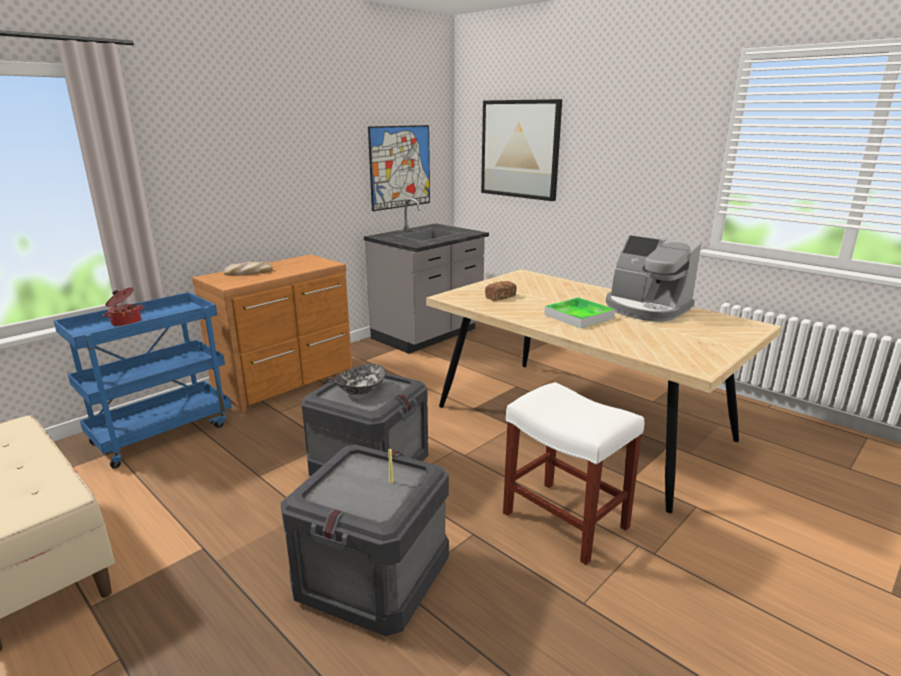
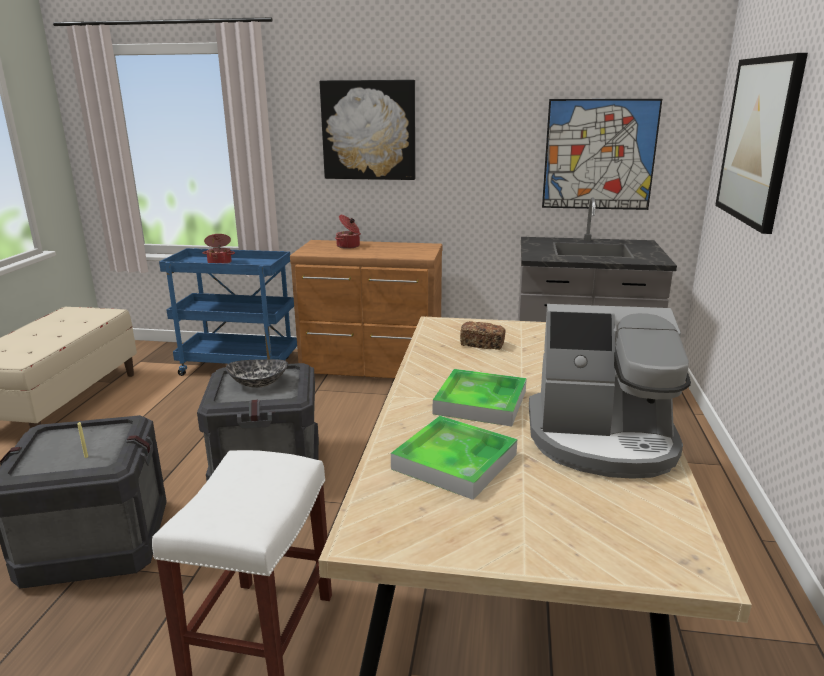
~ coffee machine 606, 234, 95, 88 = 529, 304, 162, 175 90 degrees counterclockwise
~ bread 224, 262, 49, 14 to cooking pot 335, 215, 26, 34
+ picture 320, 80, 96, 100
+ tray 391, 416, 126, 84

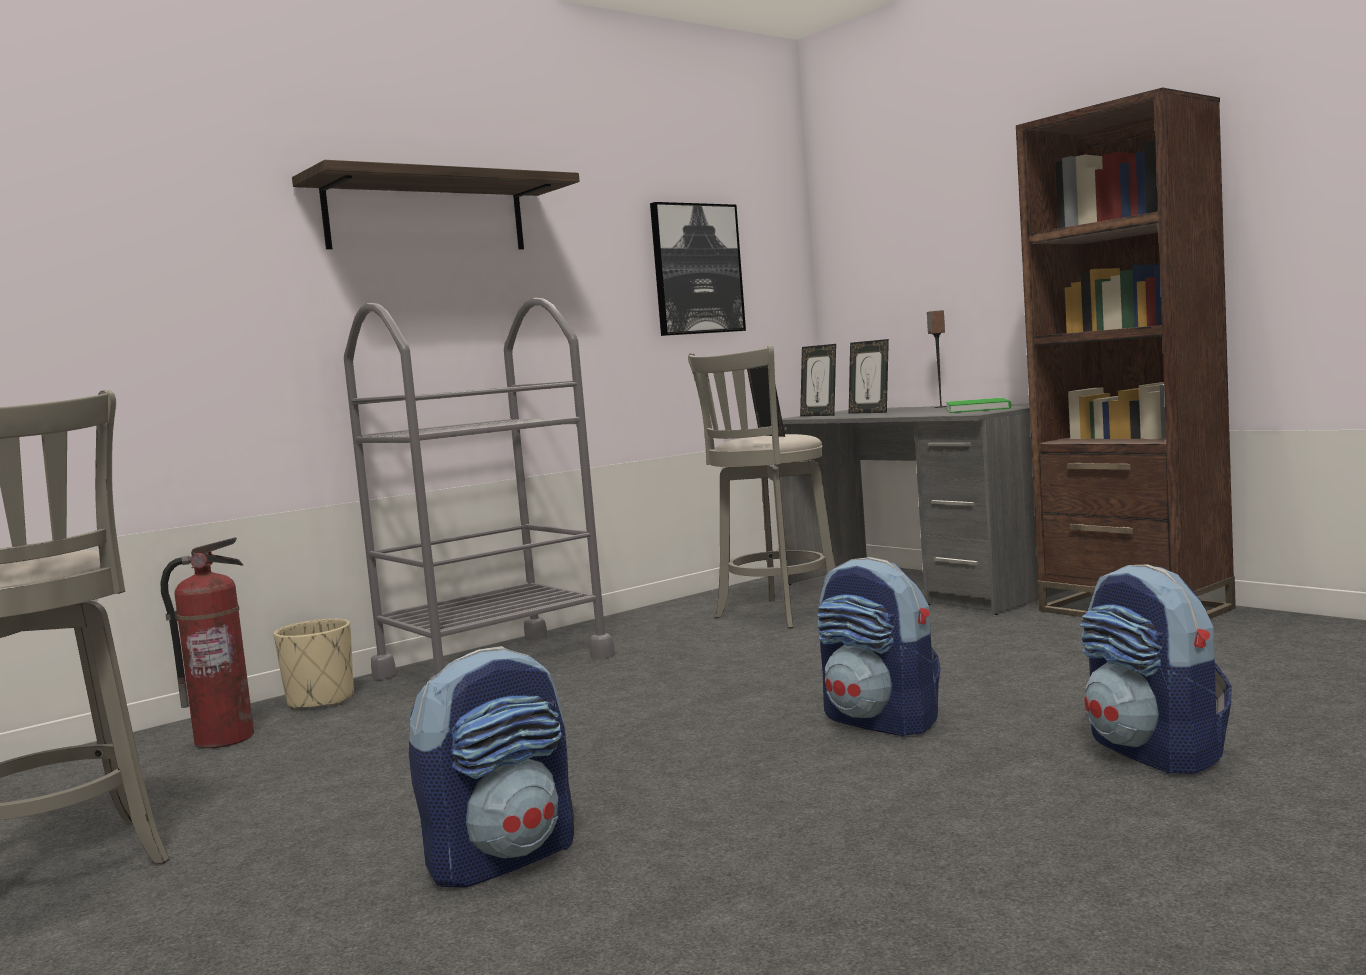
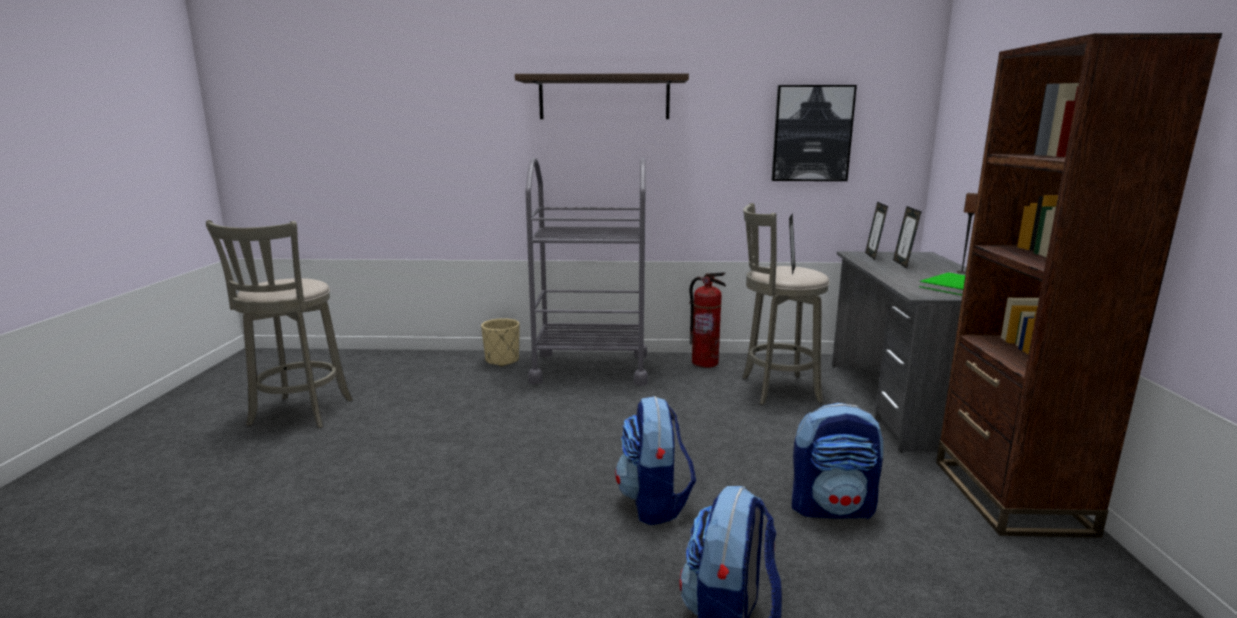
~ fire extinguisher 160, 537, 94, 211 to 689, 272, 37, 96
~ backpack 409, 646, 165, 242 to 792, 403, 91, 116

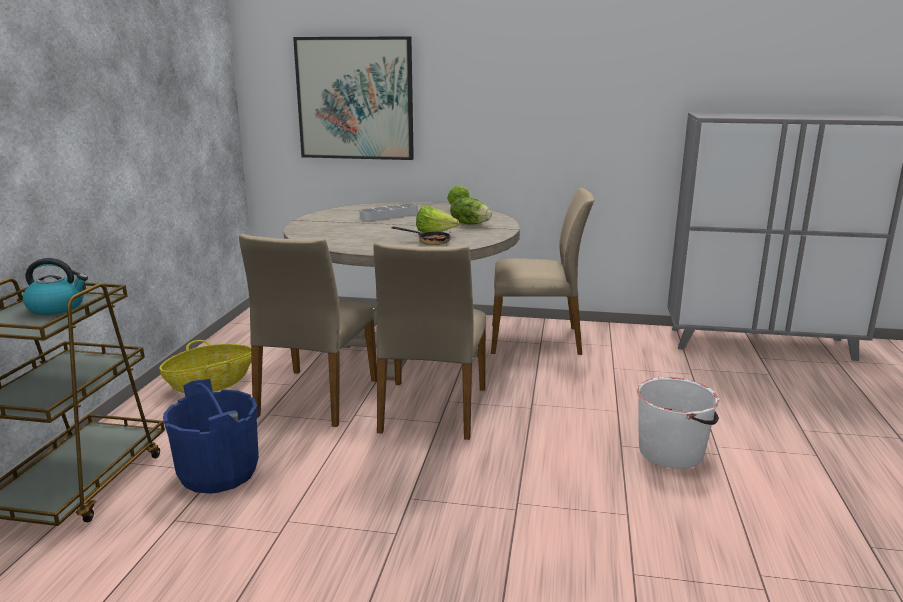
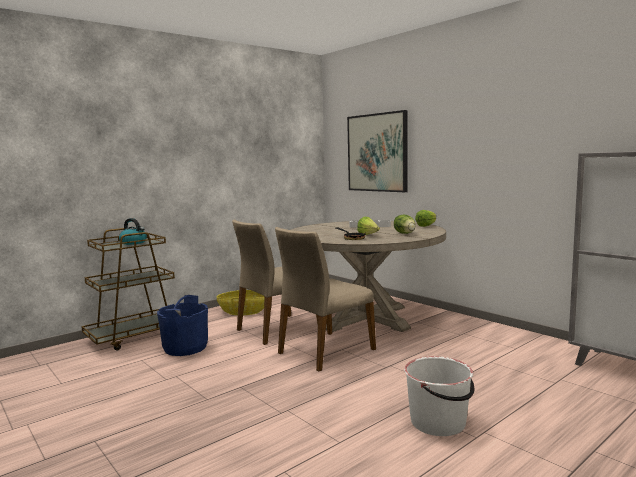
- beige chair 491, 188, 103, 167

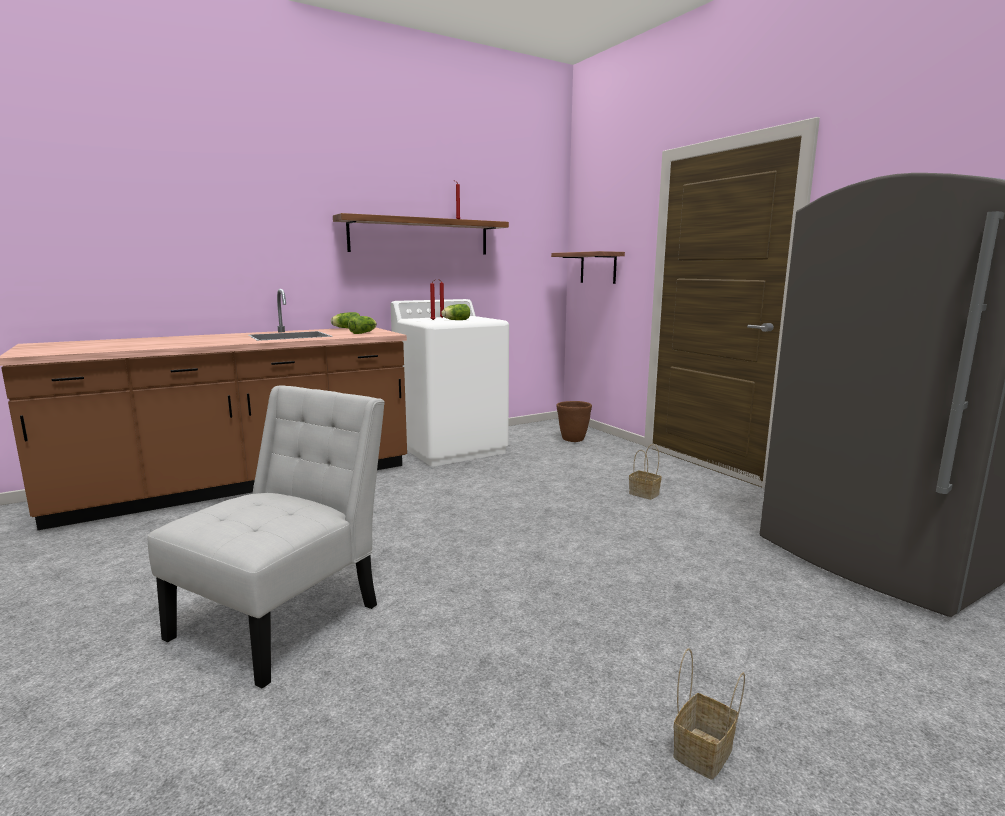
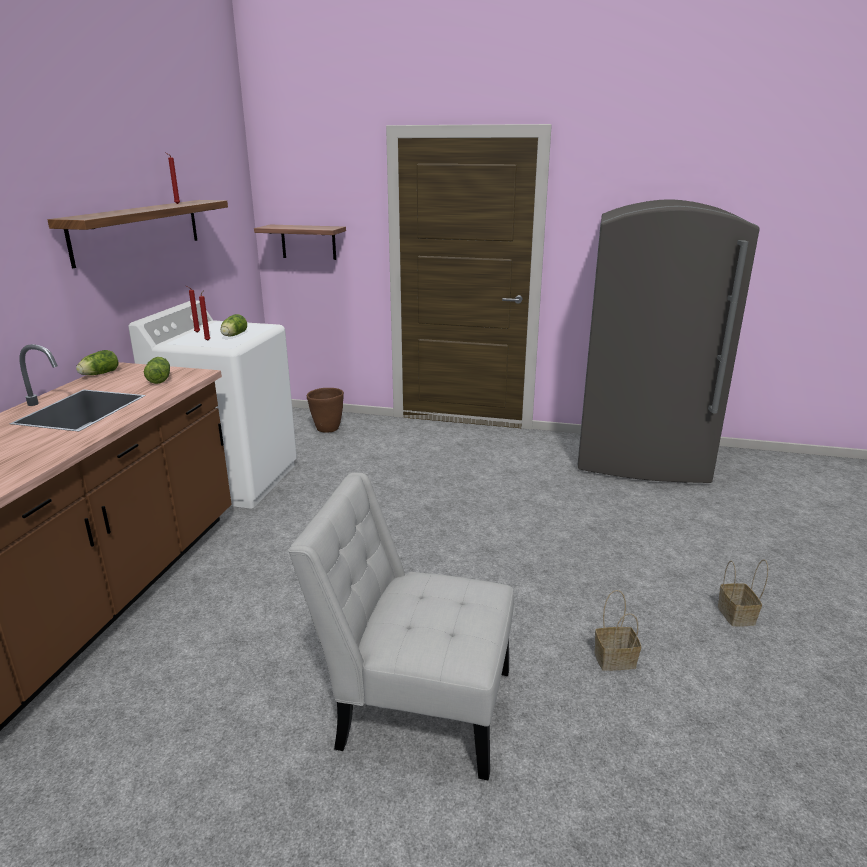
~ white chair 148, 385, 237, 304 = 288, 473, 226, 307 60 degrees counterclockwise
~ basket 629, 444, 33, 56 to 594, 590, 47, 81

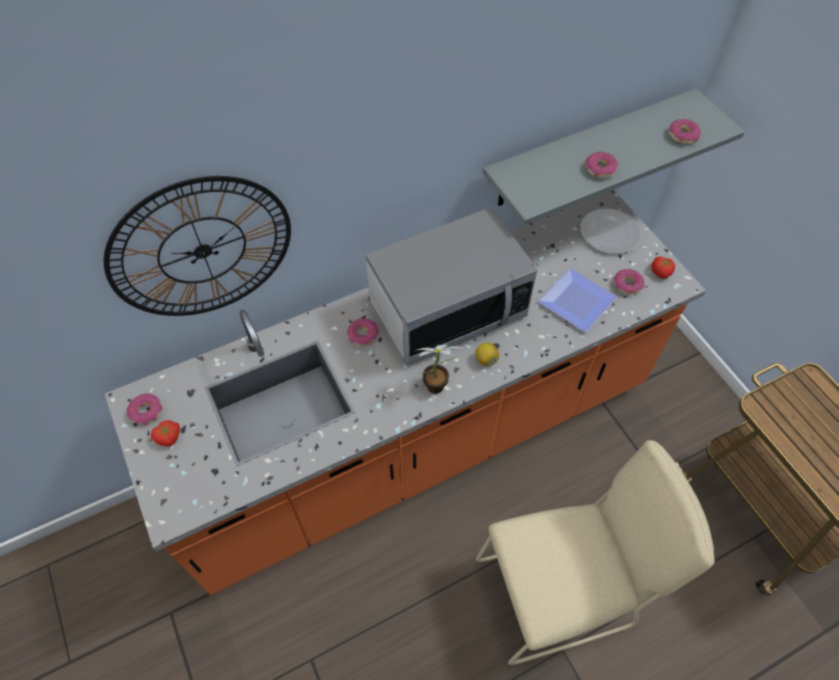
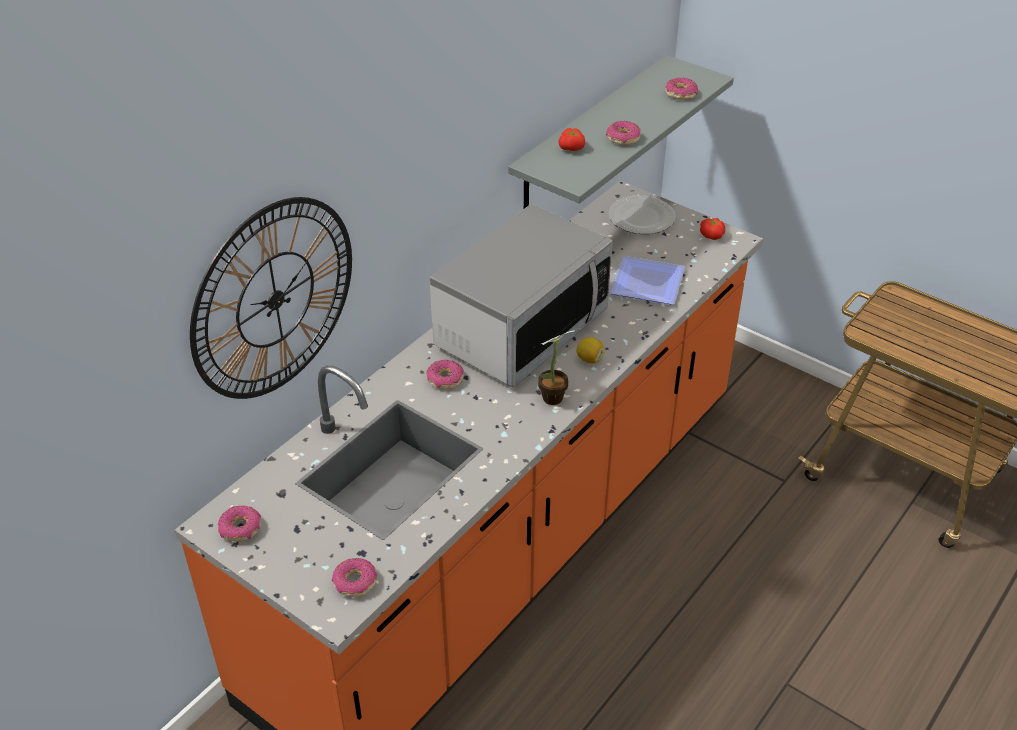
~ donut 614, 269, 30, 26 to 332, 558, 45, 39
~ tomato 151, 420, 29, 26 to 558, 128, 27, 23
- beige chair 476, 440, 238, 225

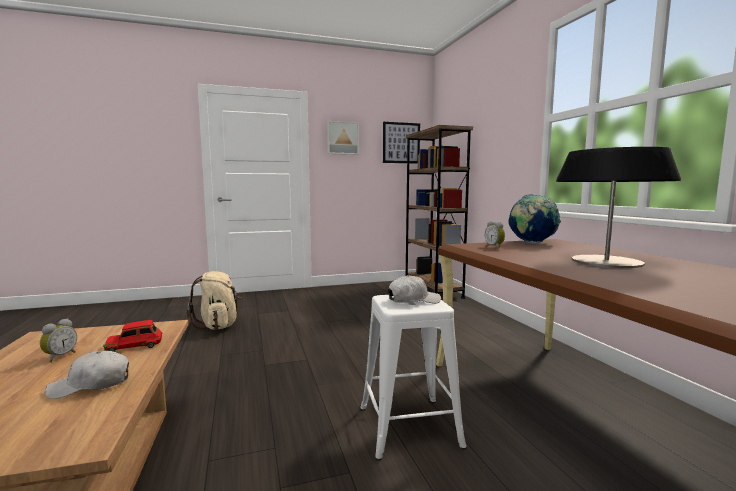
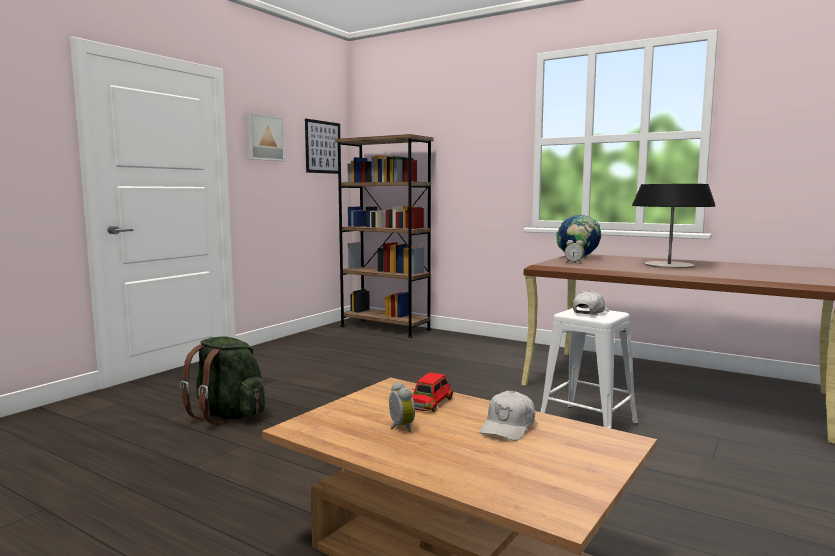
~ beige backpack 187, 271, 55, 59 to green backpack 180, 337, 85, 88

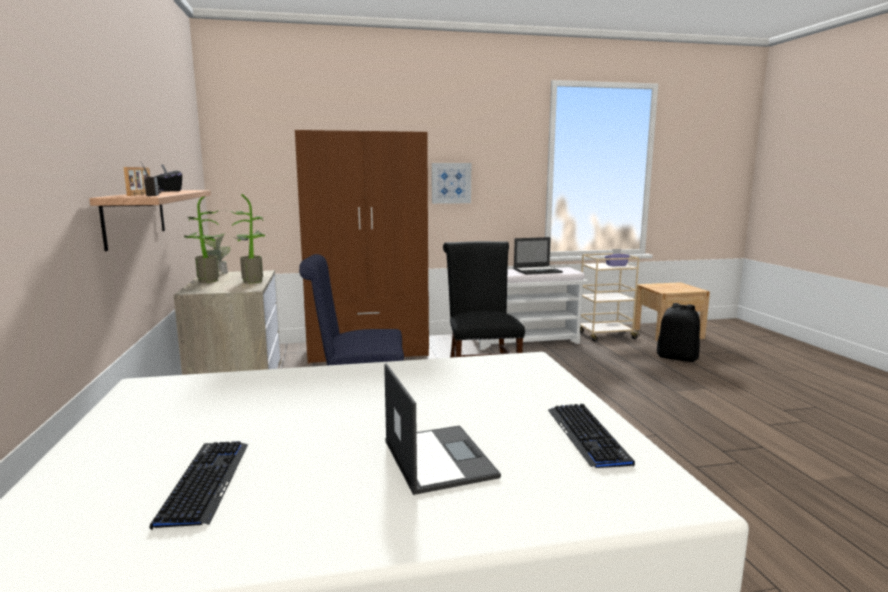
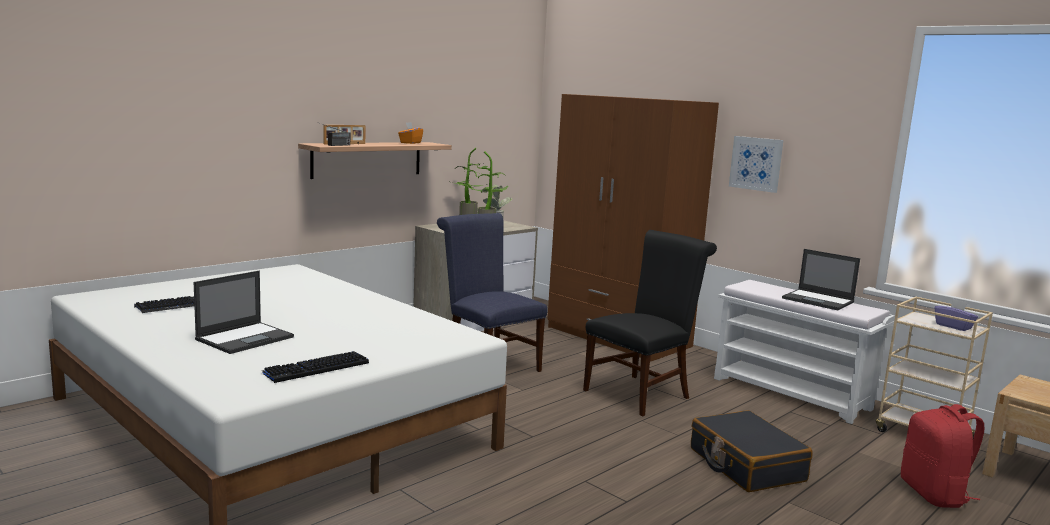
~ black tissue box 154, 165, 28, 27 to orange tissue box 398, 122, 25, 22
~ black backpack 657, 303, 43, 59 to red backpack 901, 404, 84, 104
+ black suitcase 691, 410, 122, 82

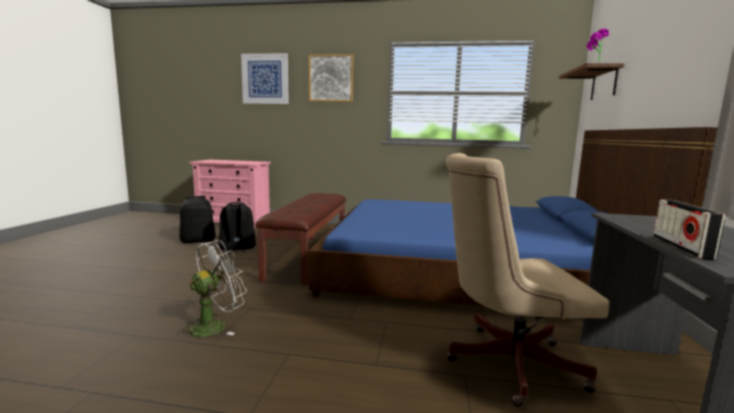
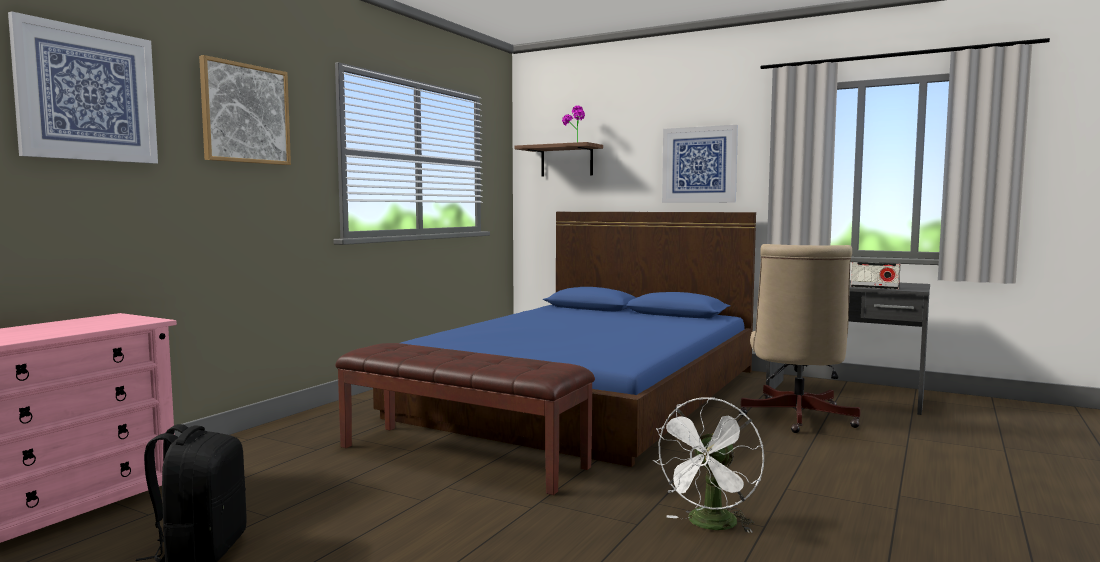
- black backpack 219, 202, 37, 52
~ white fan 176, 240, 71, 97 = 653, 397, 111, 136 120 degrees counterclockwise
+ picture 662, 125, 76, 78

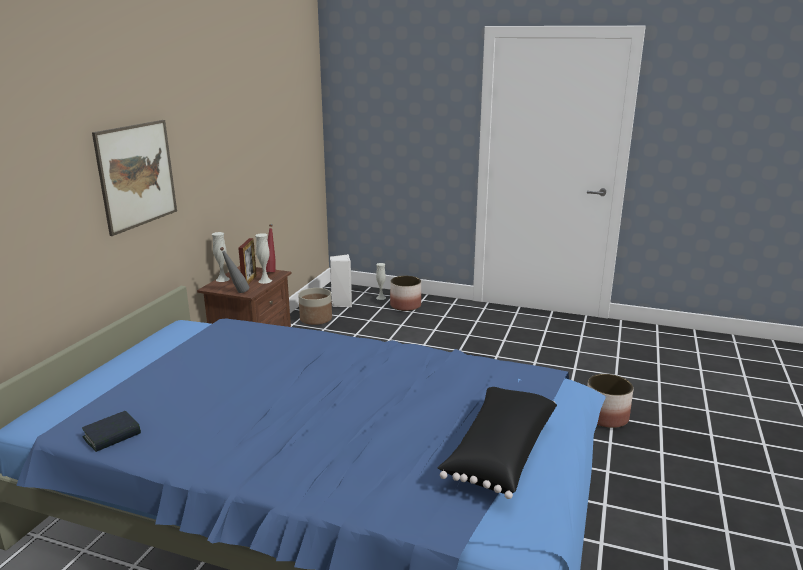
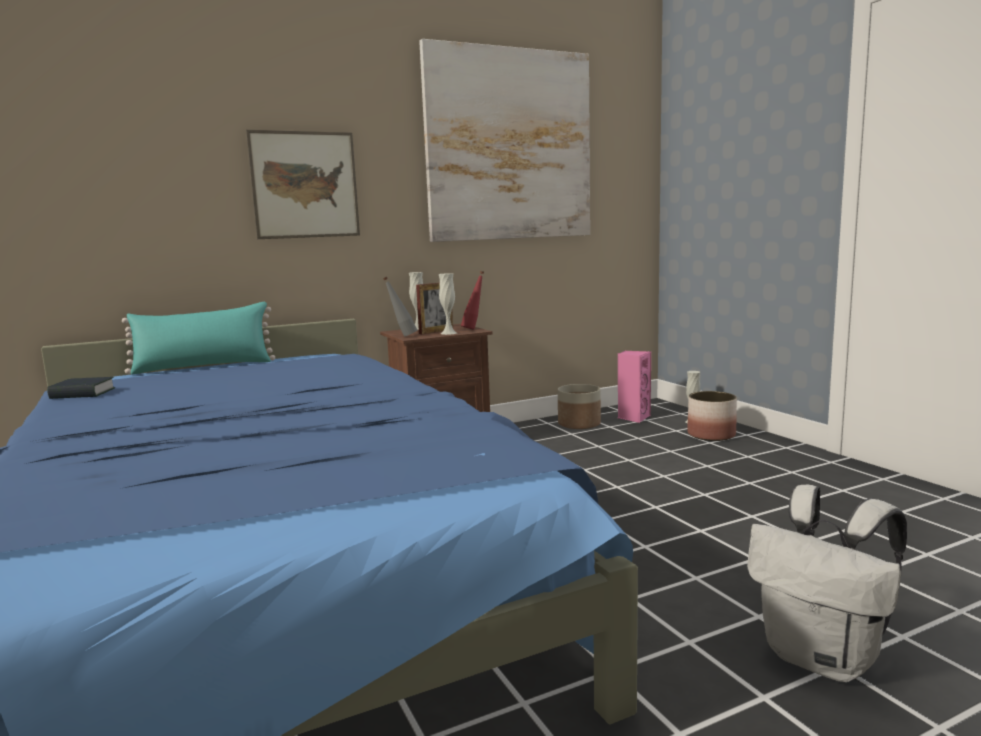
~ white speaker 330, 254, 22, 53 to pink speaker 617, 351, 34, 72
~ planter 587, 374, 47, 54 to white backpack 747, 484, 160, 198
- black pillow 438, 387, 119, 112
+ picture 419, 39, 171, 203
+ turquoise pillow 122, 302, 153, 72

